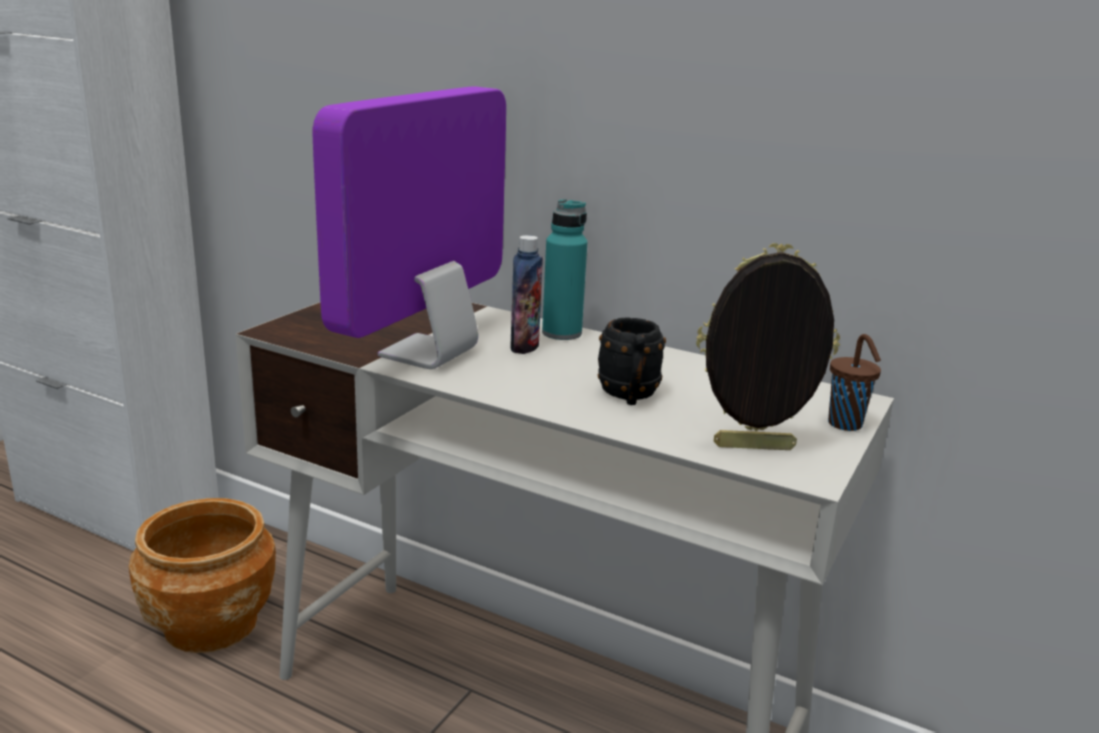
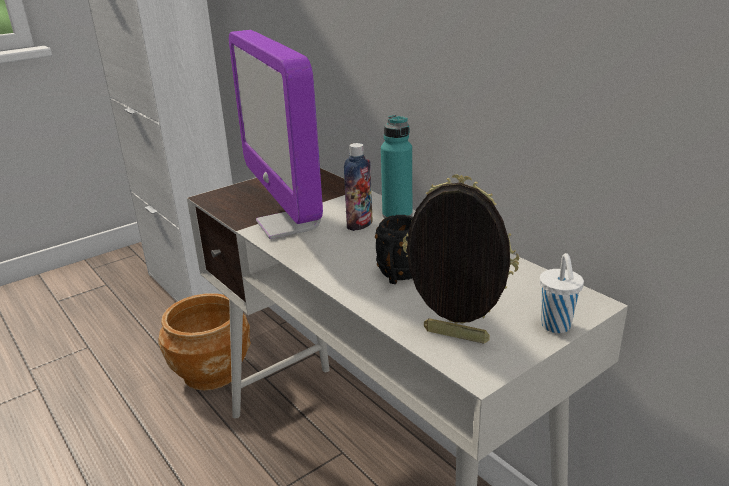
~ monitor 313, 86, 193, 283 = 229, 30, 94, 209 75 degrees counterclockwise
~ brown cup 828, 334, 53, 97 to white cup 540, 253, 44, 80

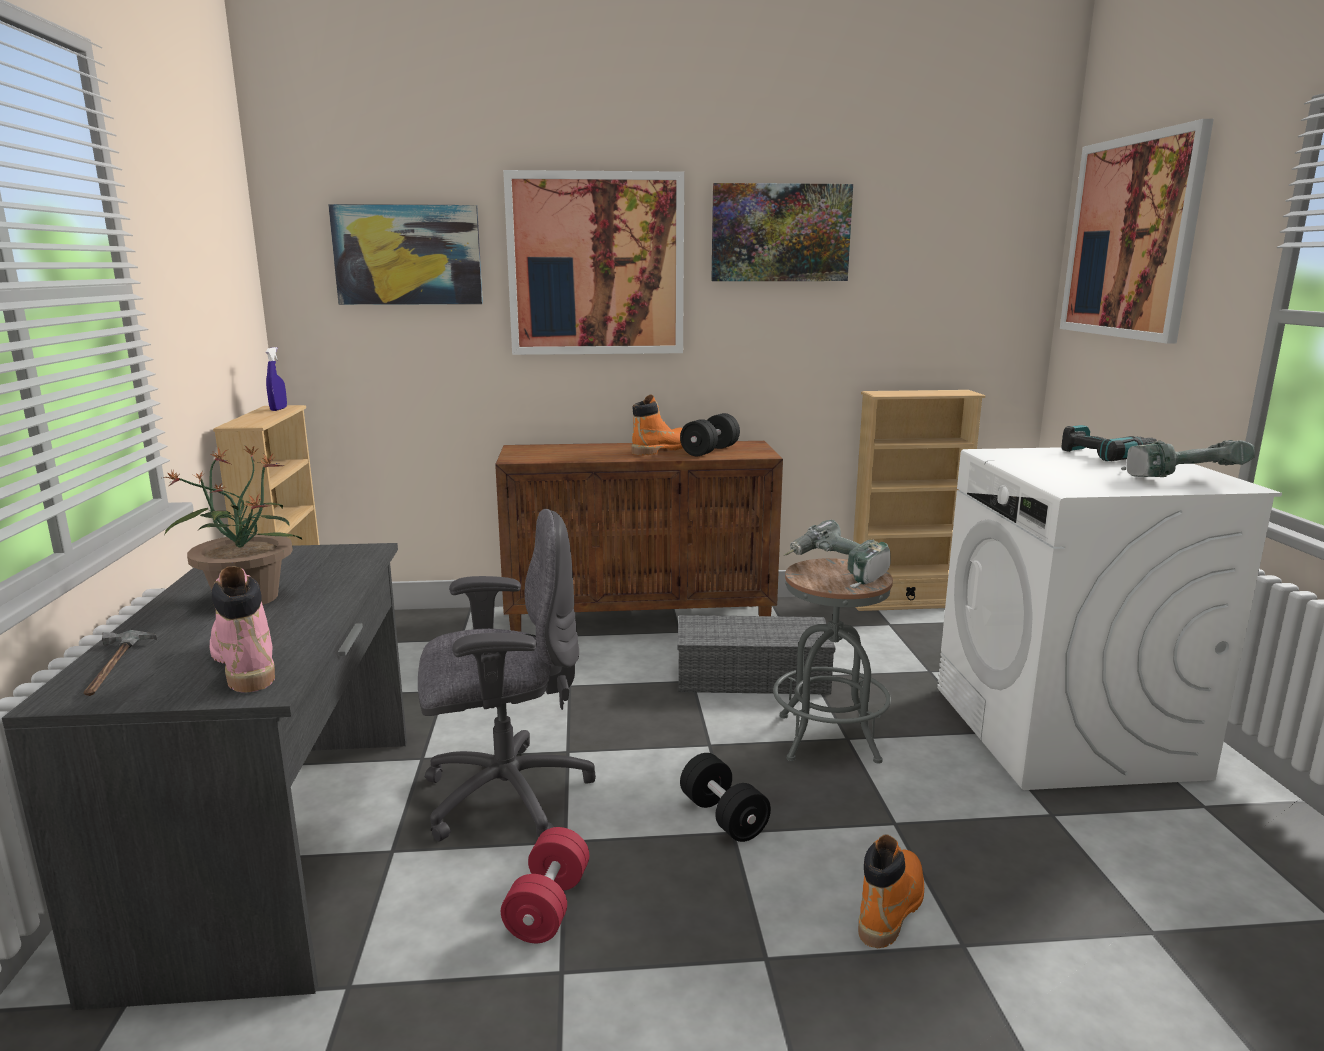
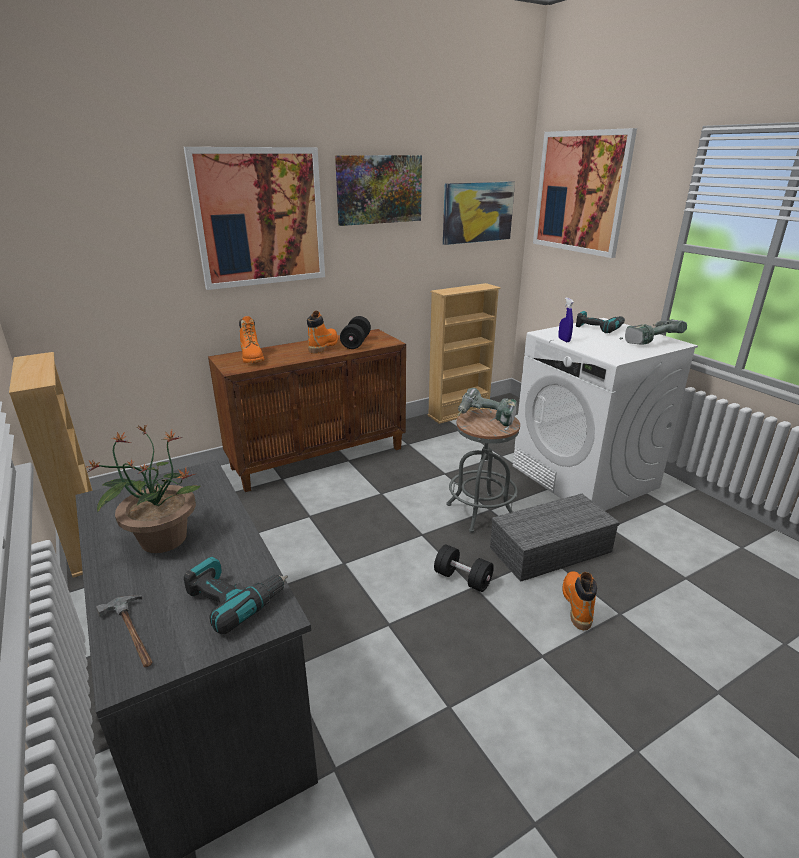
~ picture 328, 204, 155, 101 to 443, 182, 72, 63
~ blue spray bottle 266, 347, 21, 64 to 558, 297, 16, 45
- grey office chair 418, 509, 178, 332
~ pink boot 210, 566, 65, 126 to power drill 184, 557, 104, 78
~ grey storage box 677, 615, 158, 80 to 490, 494, 130, 88
- red dumbbell 501, 827, 88, 116
+ orange boot 239, 316, 25, 47

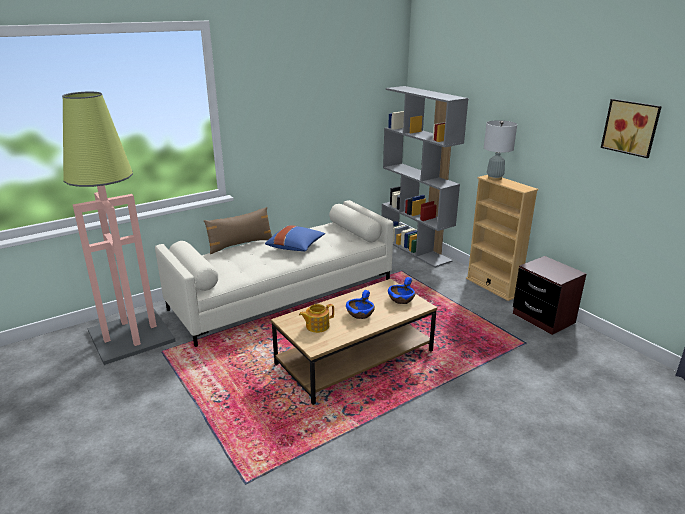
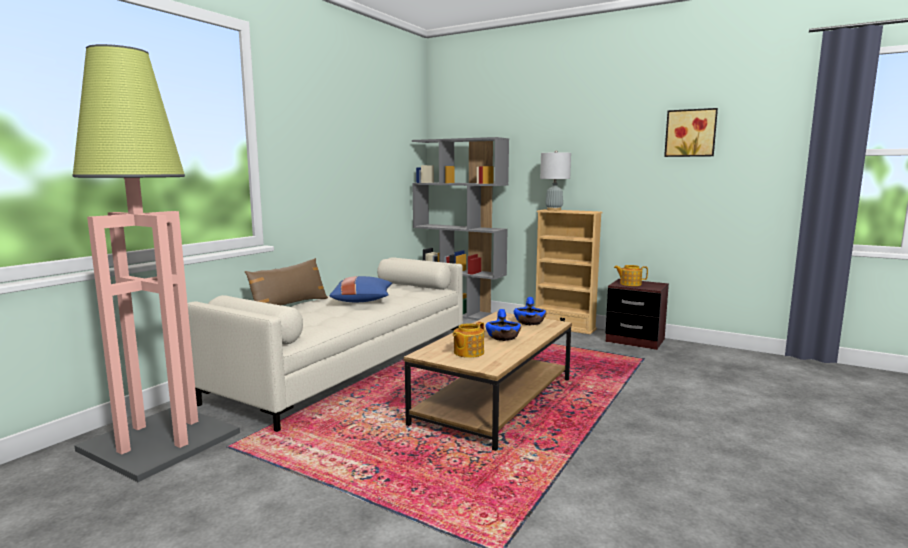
+ teapot 614, 265, 34, 21

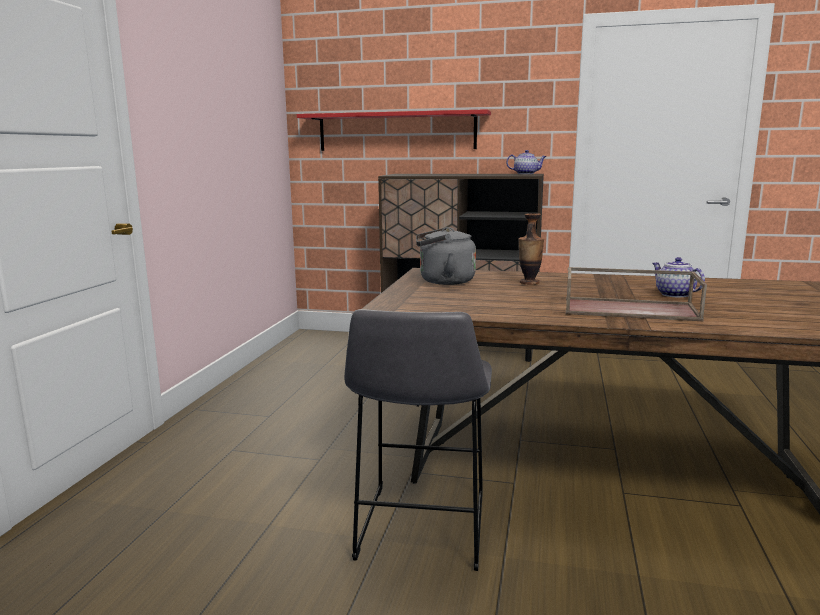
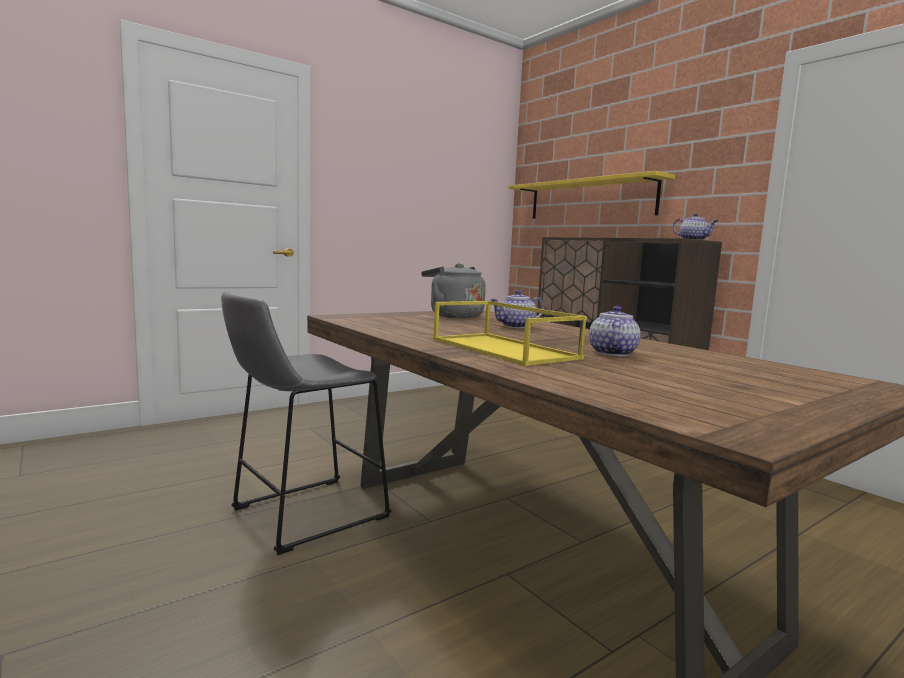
~ red shelf 297, 109, 194, 42 to yellow shelf 508, 171, 167, 48
~ vase 519, 213, 25, 72 to teapot 491, 290, 53, 38
~ brown tray 566, 267, 141, 54 to yellow tray 433, 301, 154, 65

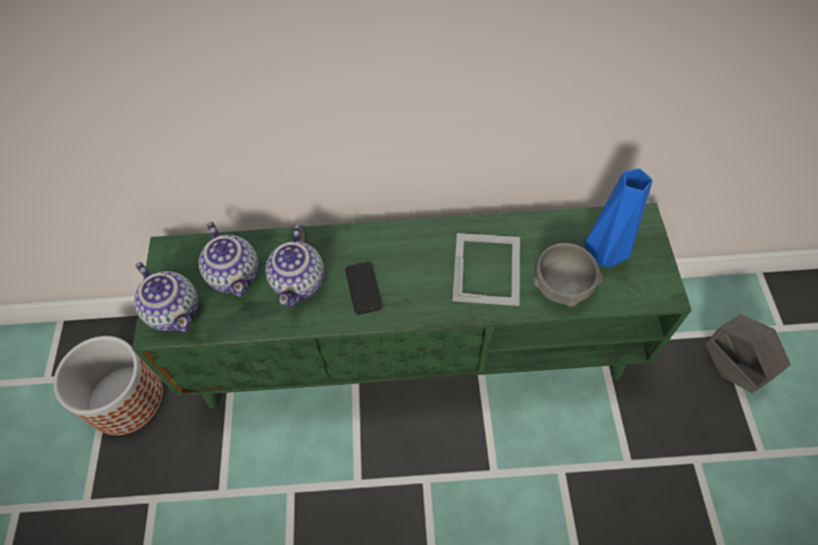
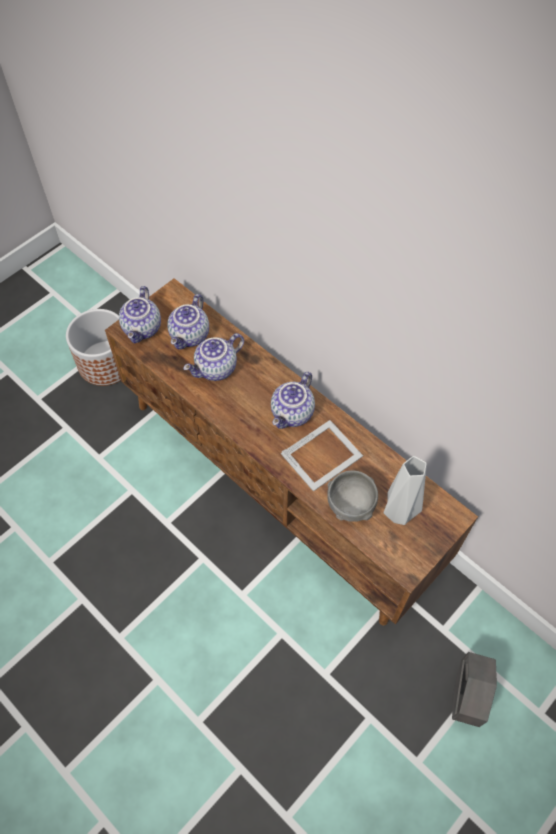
~ blue vase 584, 169, 69, 99 to grey vase 384, 456, 43, 69
~ green tv stand 132, 203, 560, 206 to brown tv stand 105, 278, 373, 347
- phone 345, 262, 38, 53
+ teapot 271, 372, 44, 57

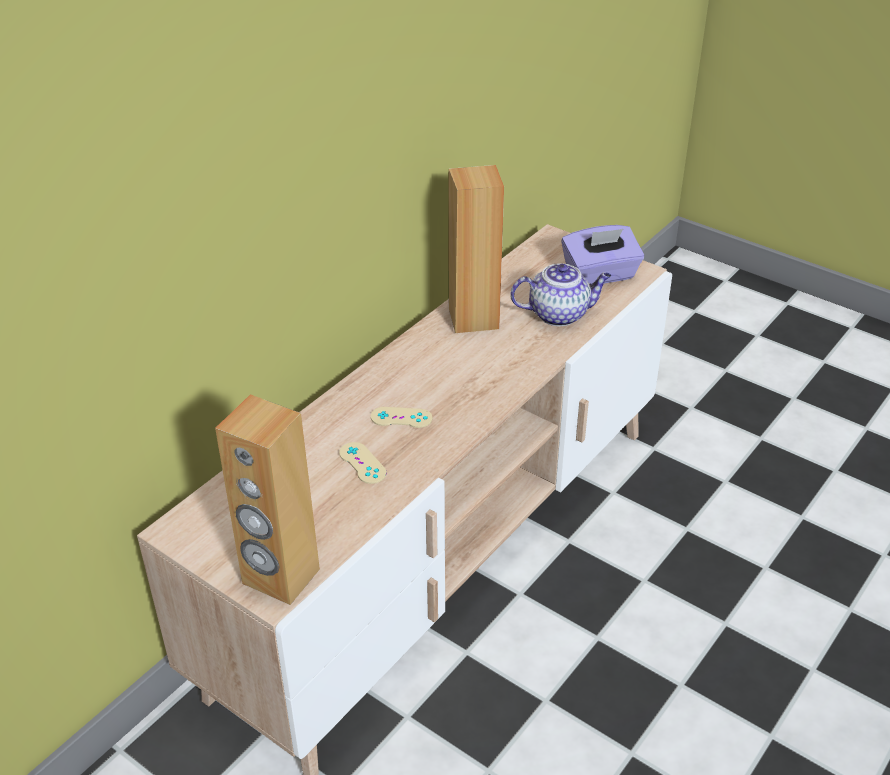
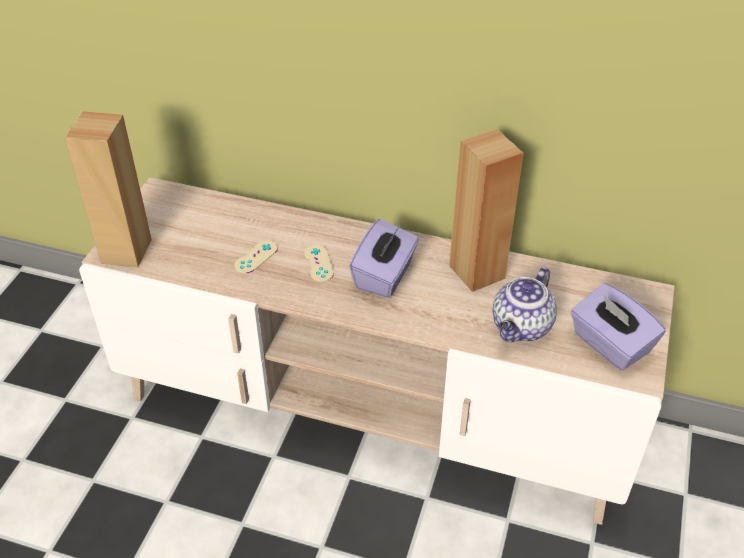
~ teapot 510, 263, 101, 63 = 493, 267, 64, 75 60 degrees clockwise
+ purple tissue box 349, 219, 70, 79

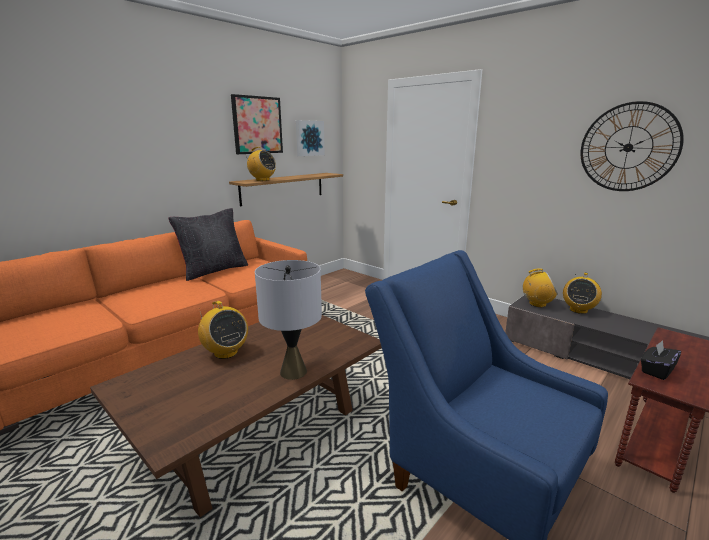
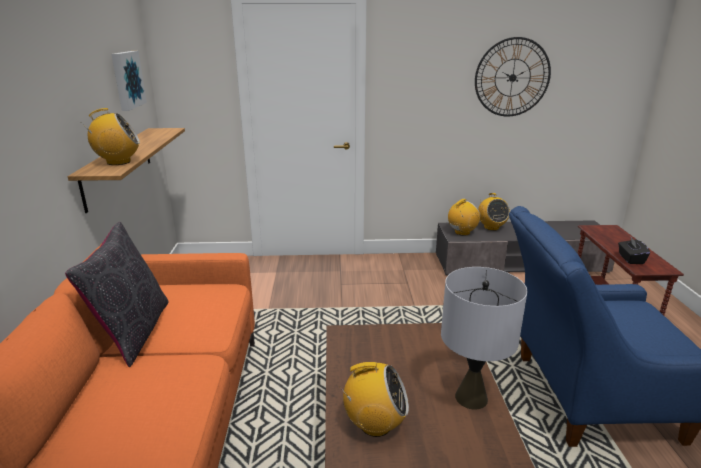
- picture 231, 94, 52, 60

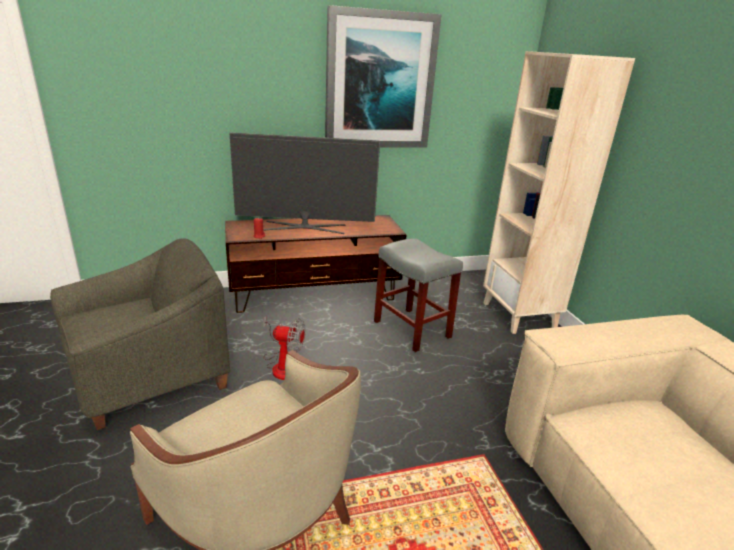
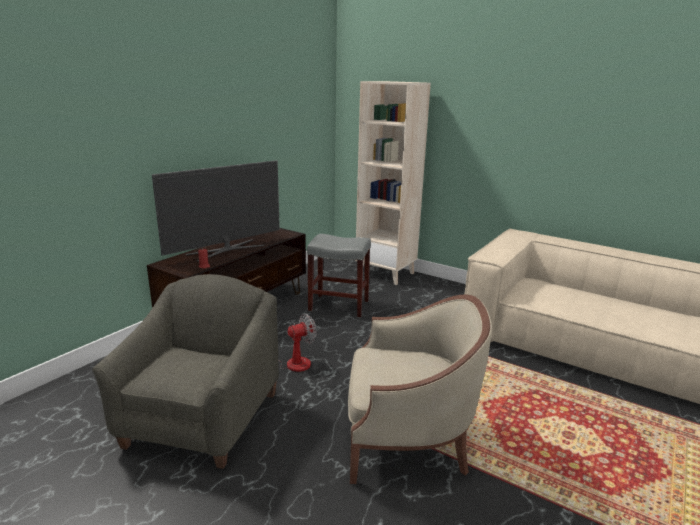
- picture 325, 5, 117, 143

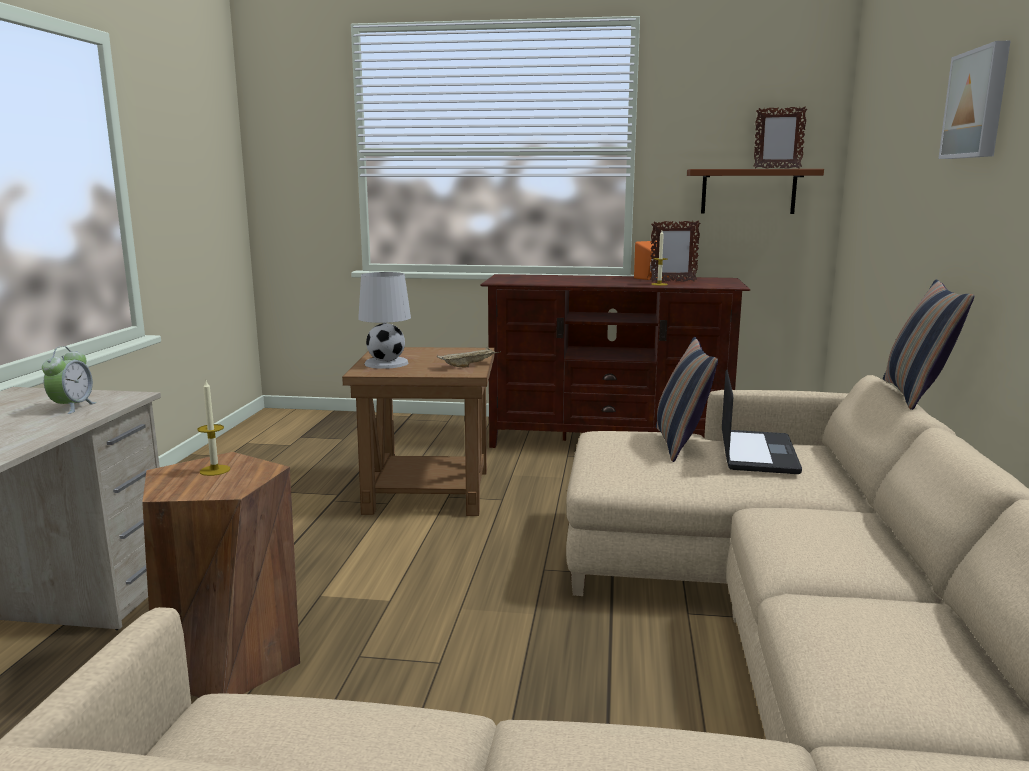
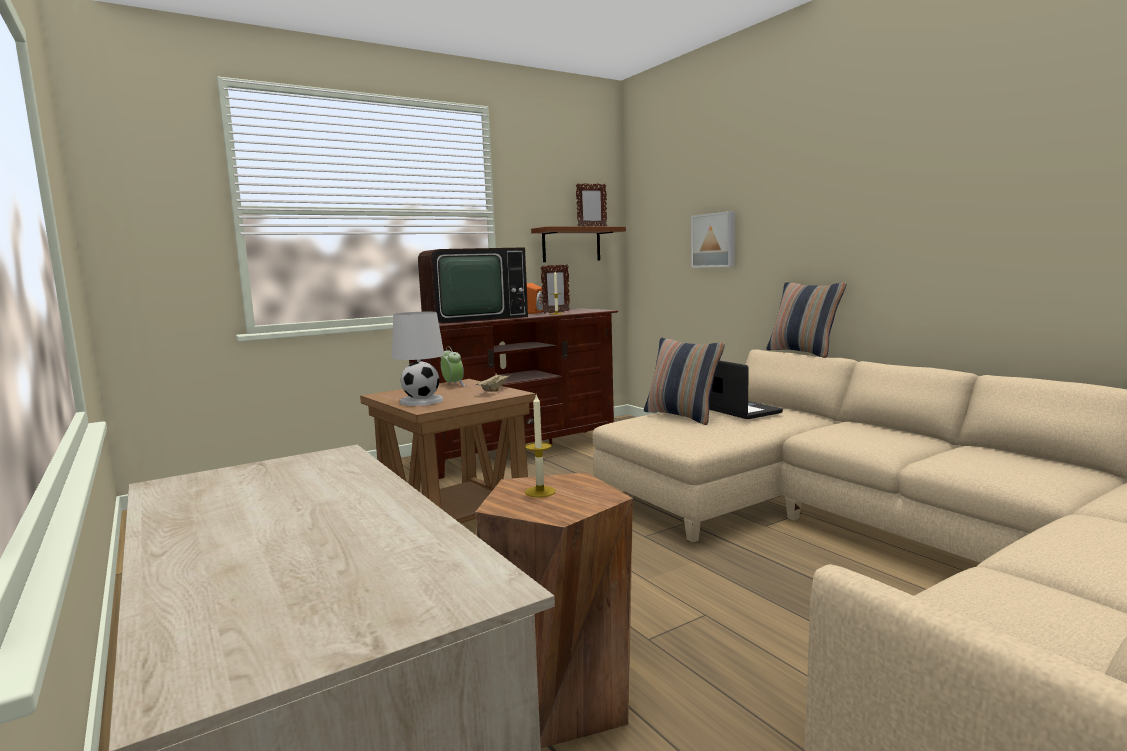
~ picture 938, 41, 73, 118 to 691, 211, 44, 57
~ alarm clock 42, 346, 55, 68 to 440, 346, 25, 40
+ television 418, 247, 110, 77

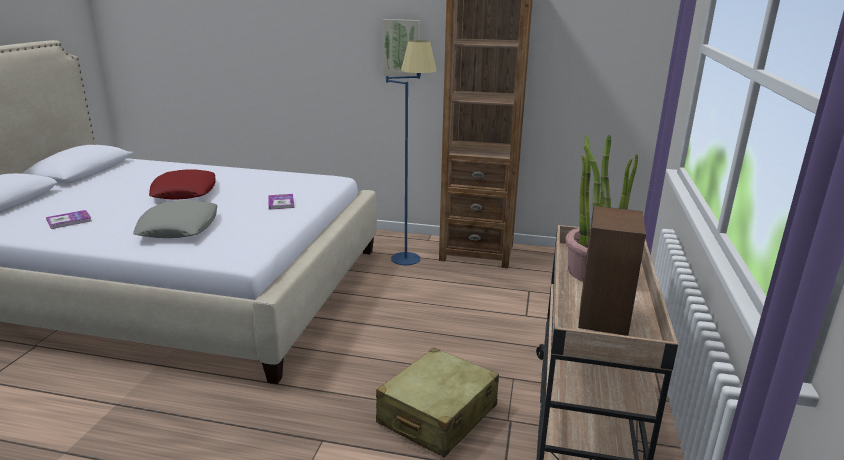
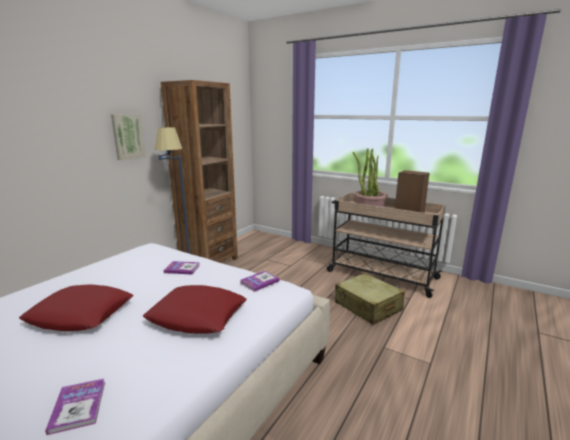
~ grey pillow 133, 200, 85, 38 to red pillow 143, 285, 104, 49
+ book 241, 271, 39, 21

